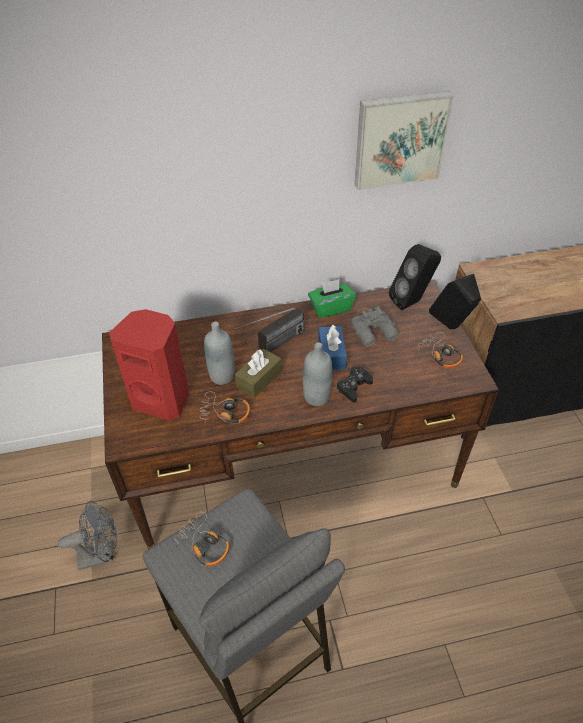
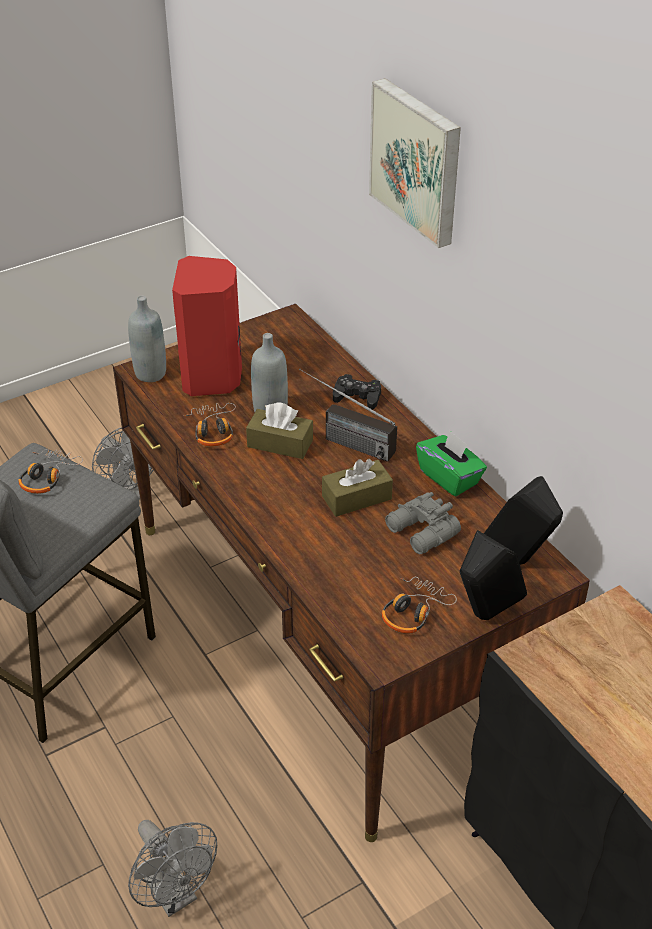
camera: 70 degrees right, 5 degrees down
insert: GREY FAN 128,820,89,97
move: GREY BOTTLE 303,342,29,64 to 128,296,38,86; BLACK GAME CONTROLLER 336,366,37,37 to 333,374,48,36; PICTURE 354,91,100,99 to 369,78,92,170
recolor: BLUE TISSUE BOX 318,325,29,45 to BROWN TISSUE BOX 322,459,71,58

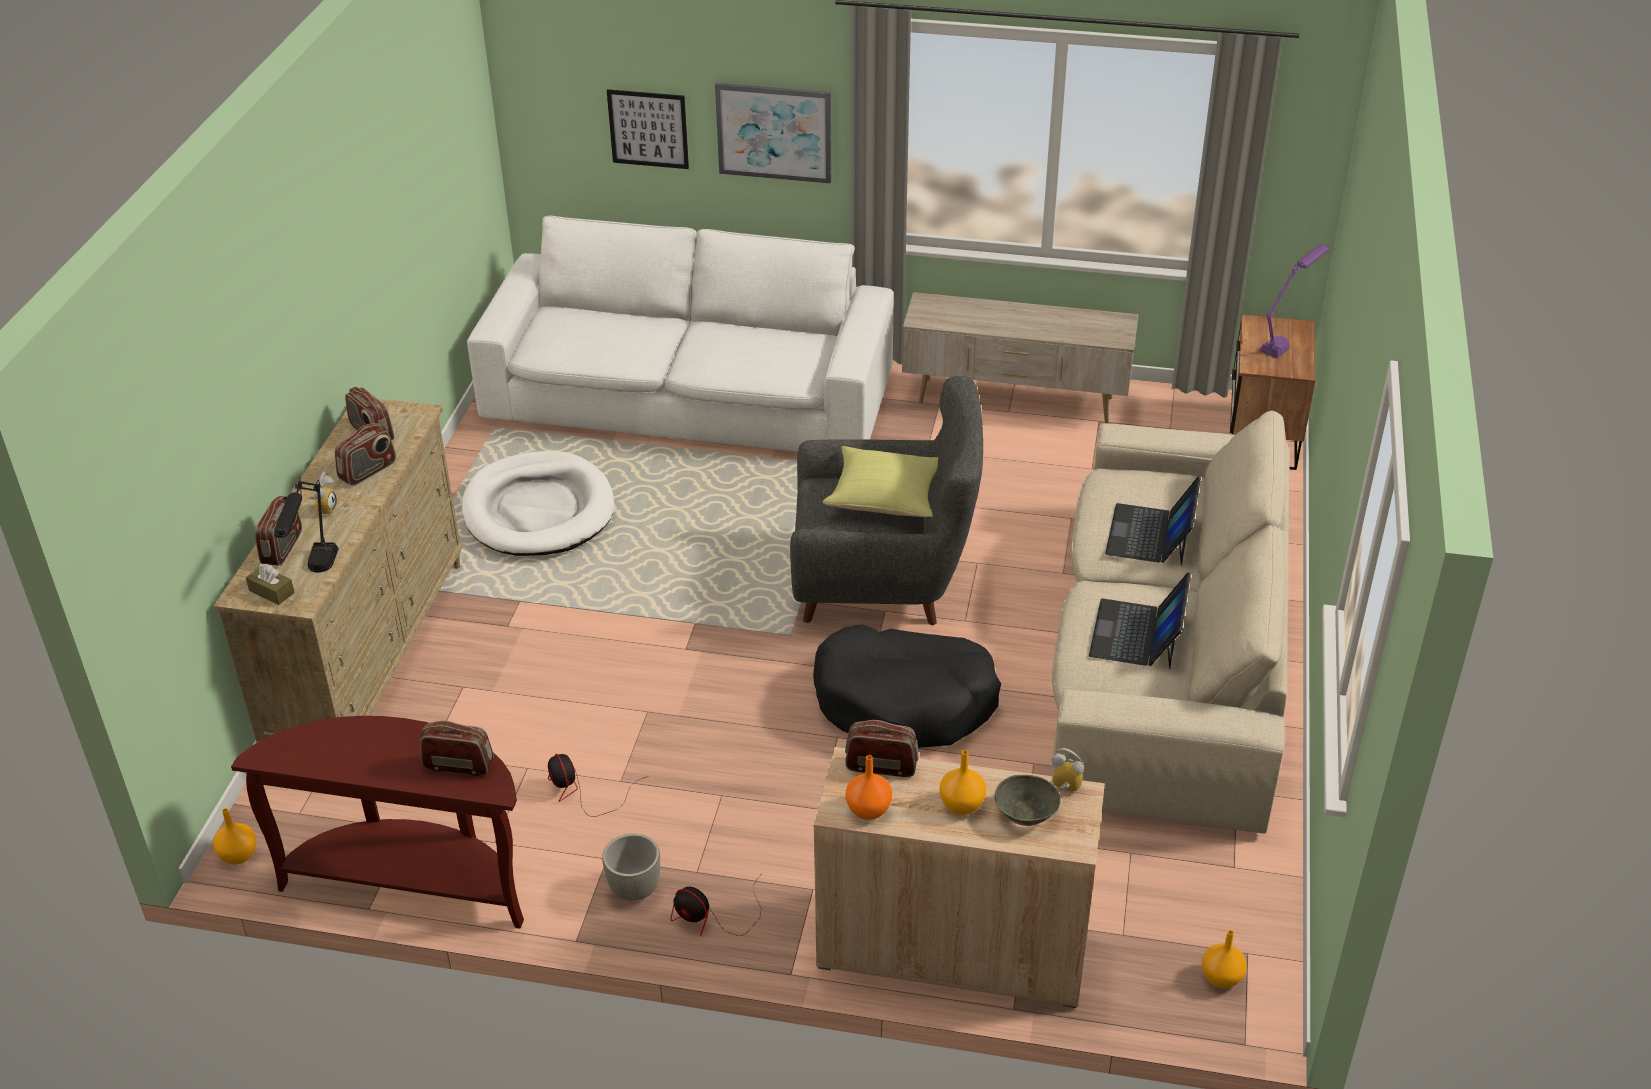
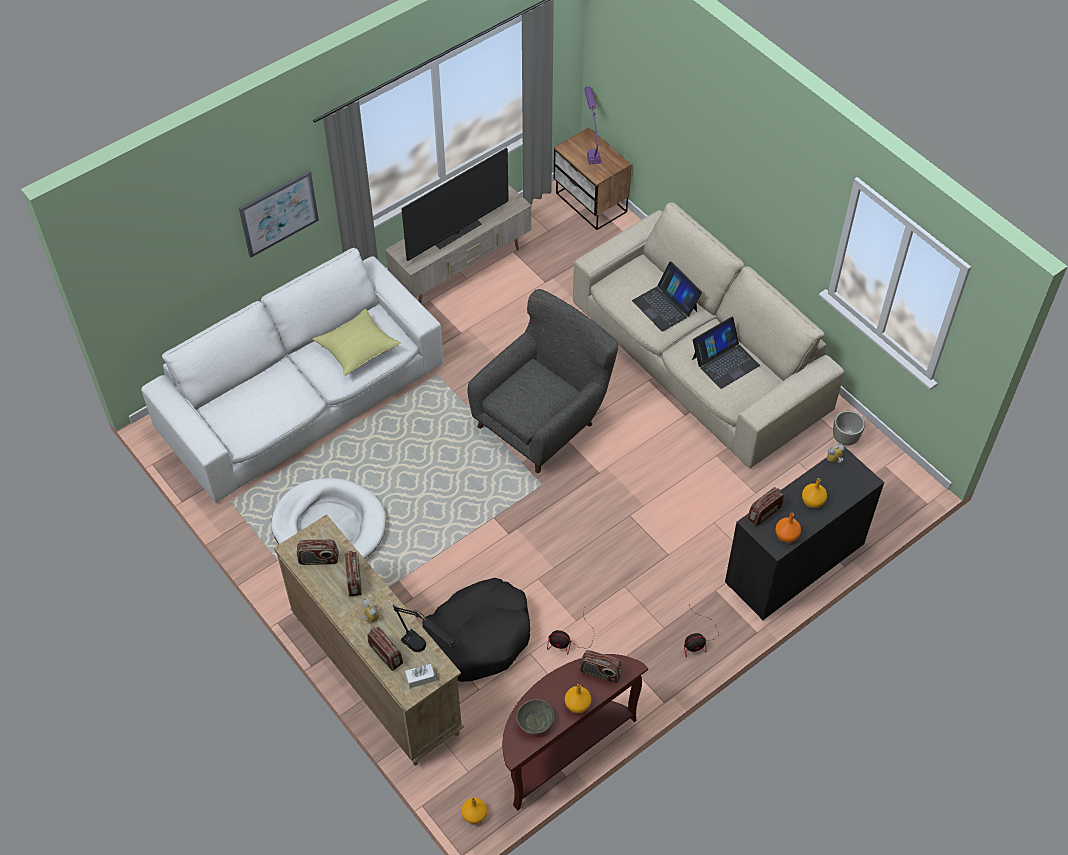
camera: 50 degrees left, 15 degrees up
delete: PICTURE 607,89,82,80
insert: TELEVISION 402,148,107,113
move: GREY PLANTER 602,833,58,68 to 833,411,32,35; BLACK DOG BED 813,624,188,124 to 423,578,107,104; YELLOW PILLOW 823,446,115,71 to 312,309,89,67; GREY BOWL 995,775,66,51 to 517,699,37,35; ORANGE VASE 1202,930,45,58 to 565,684,27,29
recolor: BROWN TISSUE BOX 246,563,49,42 to WHITE TISSUE BOX 405,664,30,24; BEIGE CABINET 814,747,291,261 to BLACK CABINET 725,446,160,174
rotate: RADIO 420,720,74,56 = 580,650,42,33 120 degrees counterclockwise; LAPTOP 1089,572,102,97 = 692,317,68,72 90 degrees counterclockwise

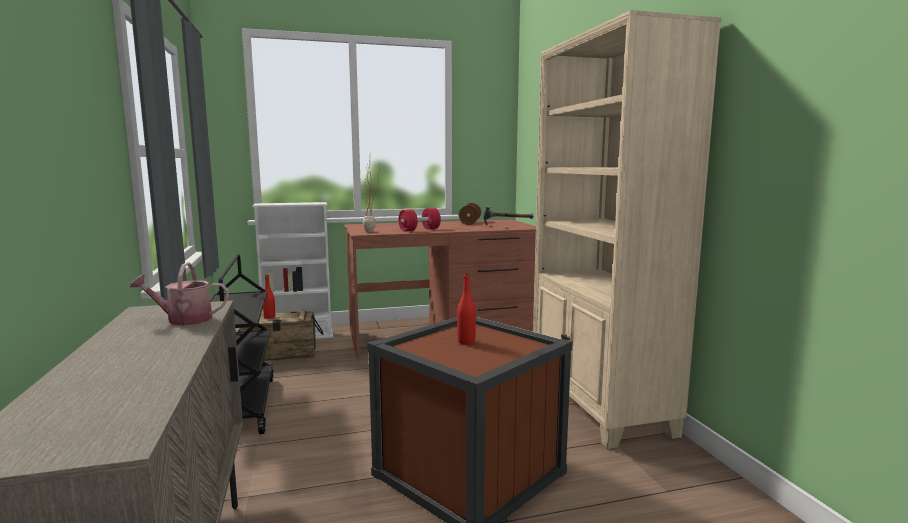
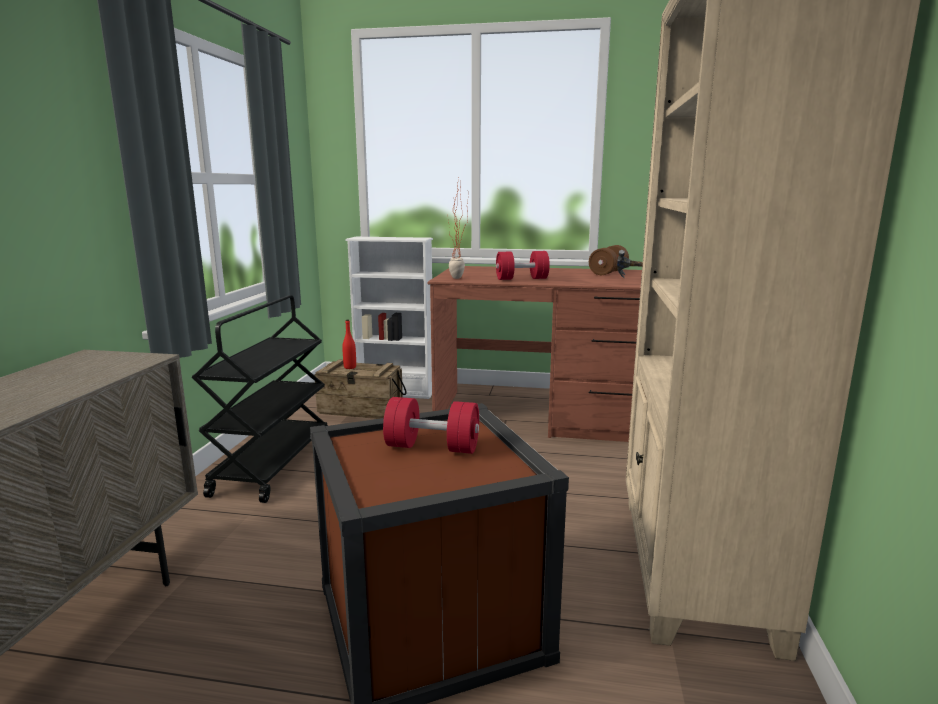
camera: 25 degrees right, 5 degrees up
delete: WATERING CAN 129,262,100,63
replace: RED BOTTLE 457,273,19,72 to RED DUMBBELL 383,397,96,57

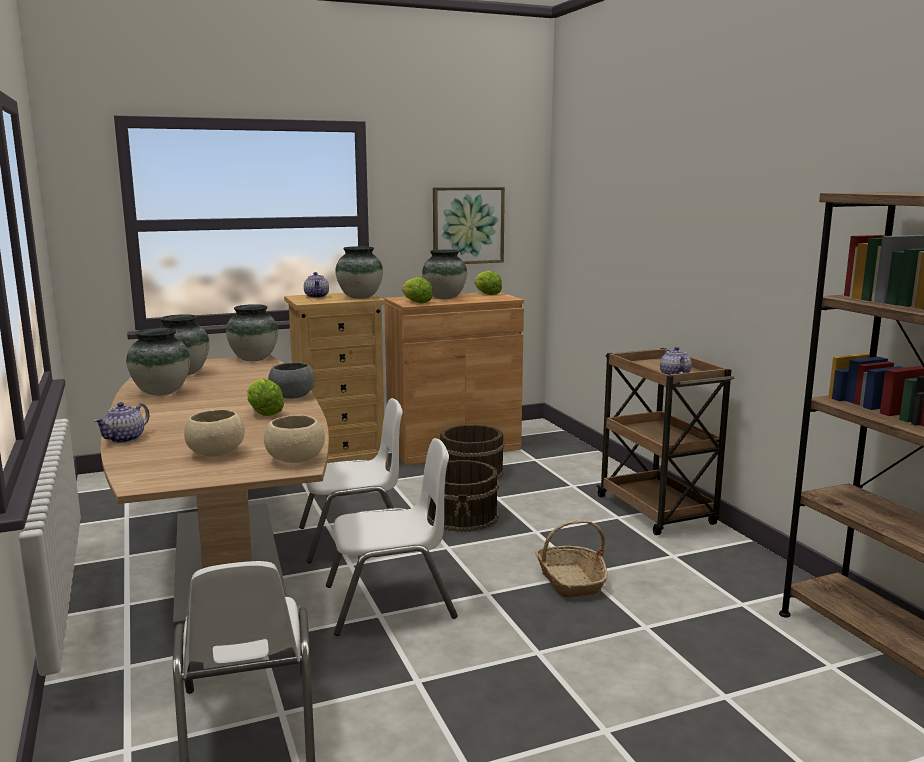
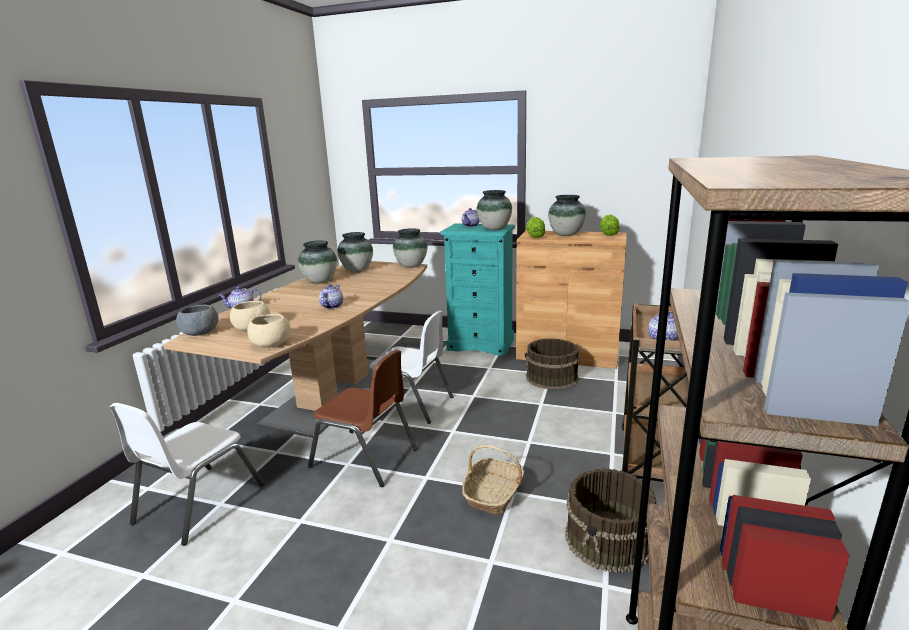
camera: 40 degrees right, 5 degrees up
delete: PICTURE 433,187,72,77
move: GREY BOWL 268,362,47,37 to 176,305,43,31; BROWN BUCKET 427,460,72,72 to 565,468,92,105
replace: LETTUCE 247,379,37,37 to TEAPOT 319,284,24,25
recolor: BEIGE DRESSER 284,293,104,172 to TURQUOISE DRESSER 441,223,74,133; WHITE CHAIR 326,438,132,198 to BROWN CHAIR 308,350,110,137

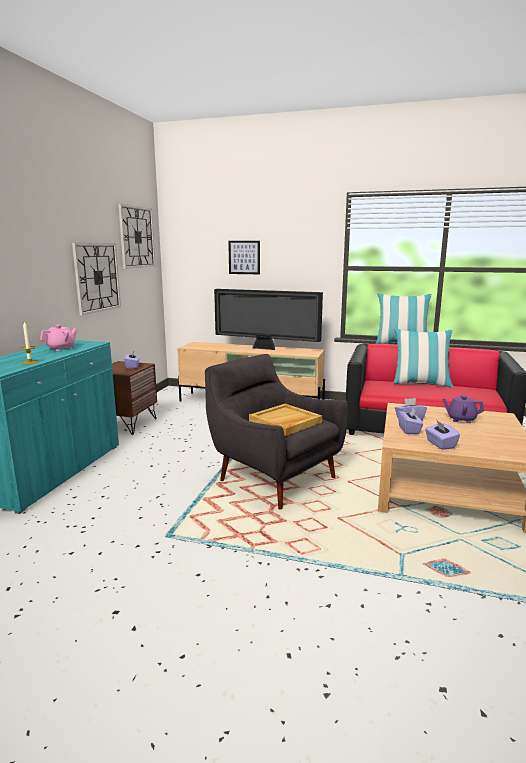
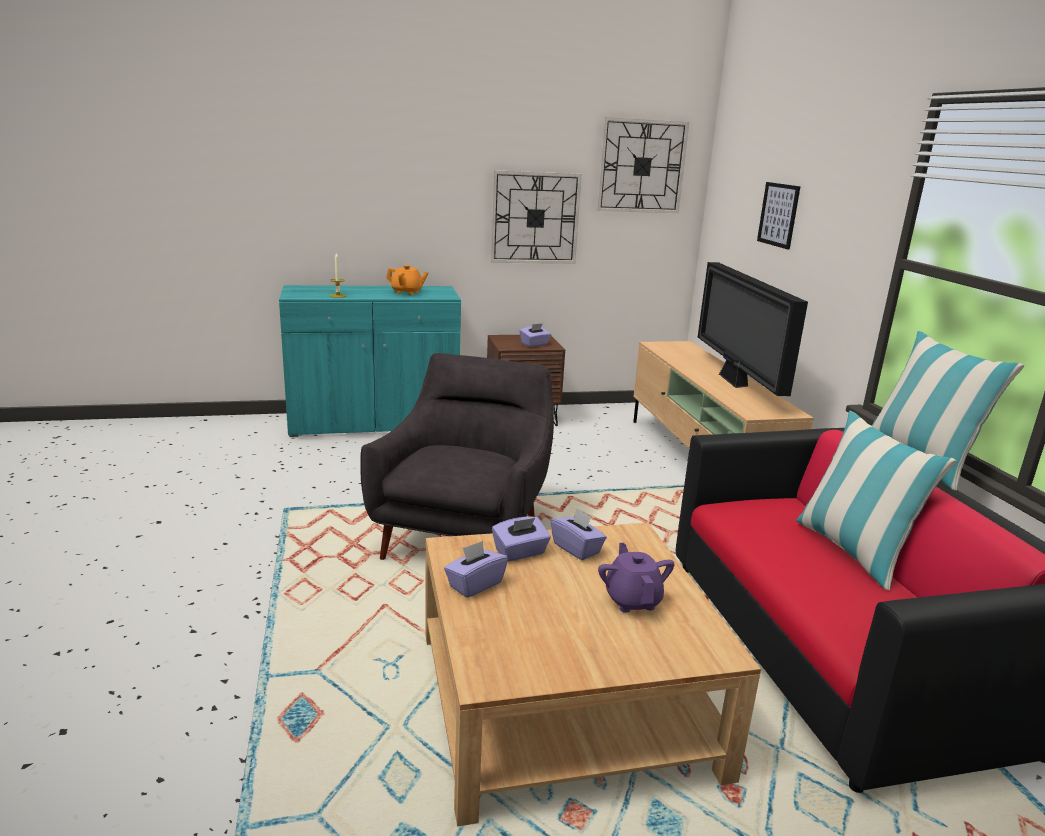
camera: 60 degrees right, 5 degrees up
delete: BEIGE TRAY 249,404,73,32
recolor: PINK TEAPOT 40,325,38,26 to ORANGE TEAPOT 386,265,43,30

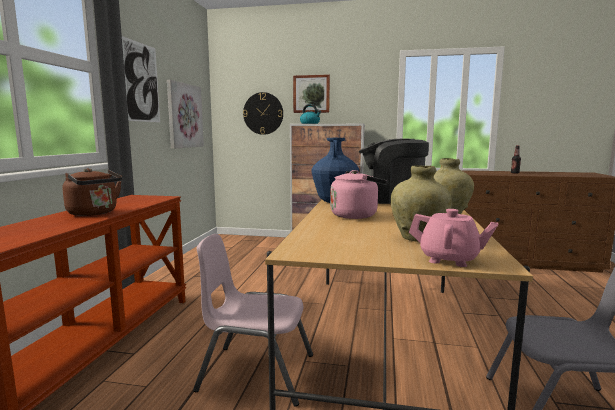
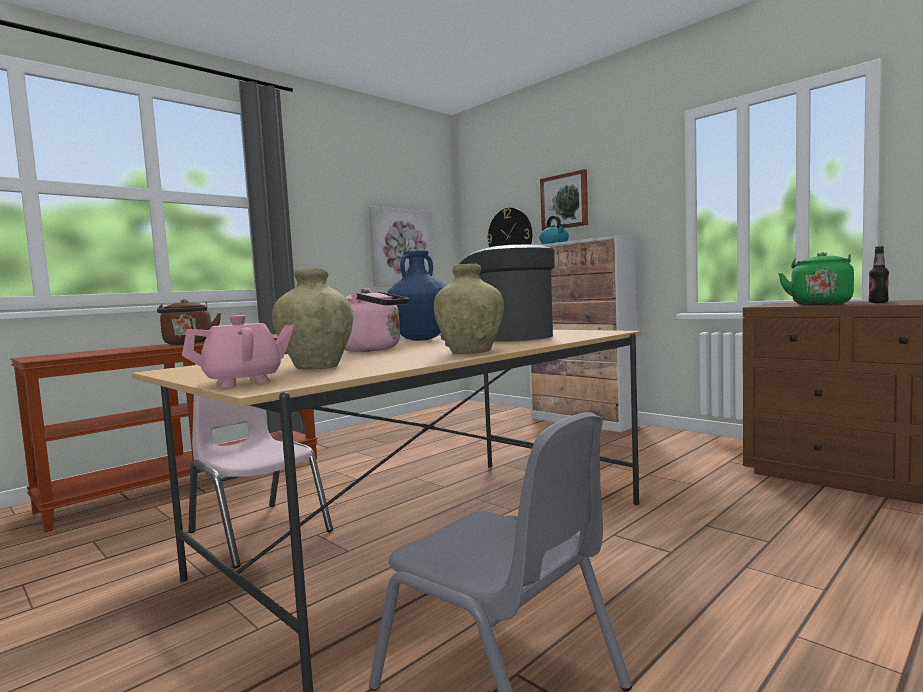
camera: 35 degrees right, 5 degrees down
delete: PICTURE 122,36,38,86
insert: GREEN KETTLE 778,252,76,53
rotate: PINK TEAPOT 409,209,89,58 = 182,315,112,73 90 degrees counterclockwise

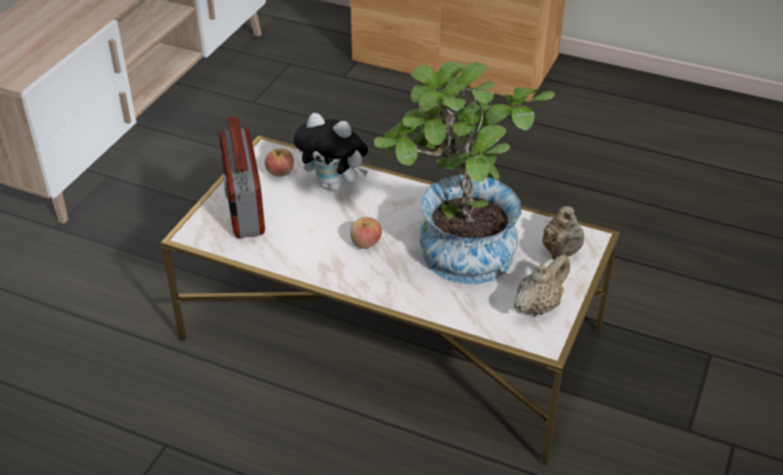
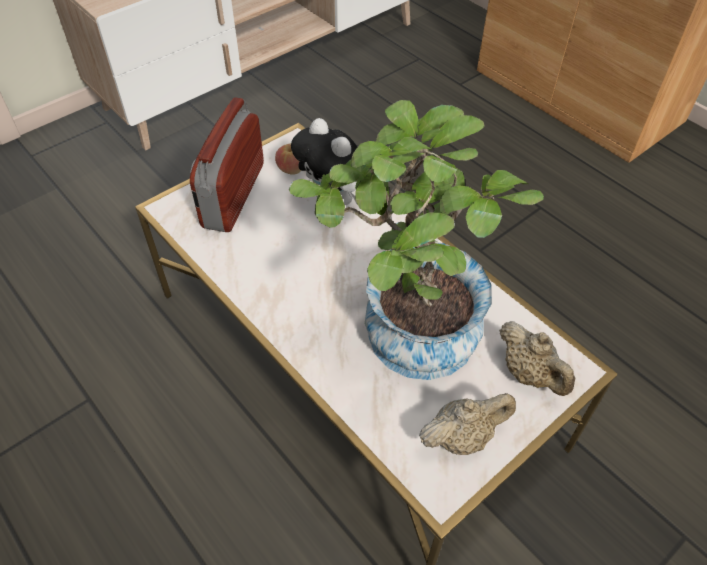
camera: 25 degrees right, 10 degrees up
delete: APPLE 350,217,32,32
rotate: BEIGE TEAPOT 542,206,42,54 = 499,321,77,75 75 degrees counterclockwise

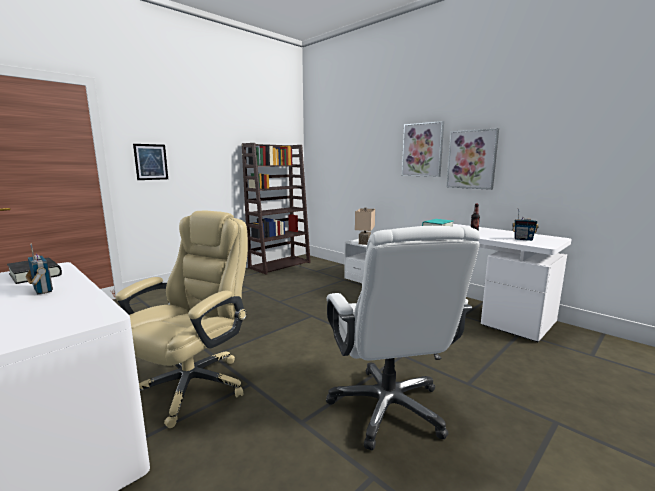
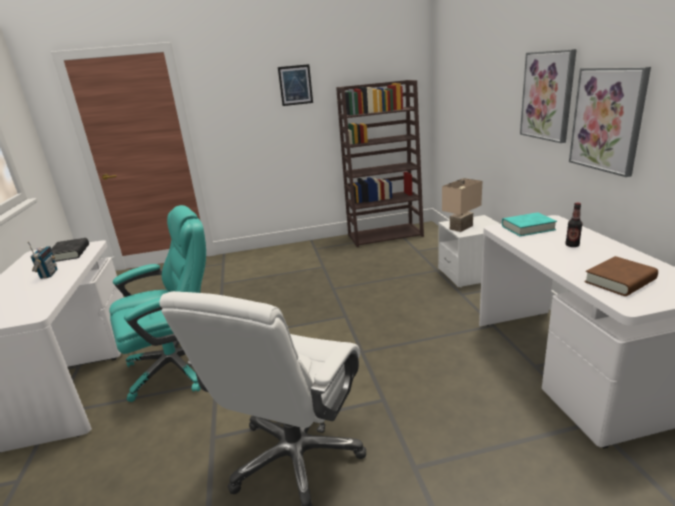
camera: 35 degrees right, 10 degrees up
move: PICTURE 133,144,35,36 to 278,64,35,42
replace: RADIO 512,208,27,33 to BROWN BOOK 584,256,74,40
recolor: BEIGE OFFICE CHAIR 116,211,132,217 to TURQUOISE OFFICE CHAIR 109,205,97,197

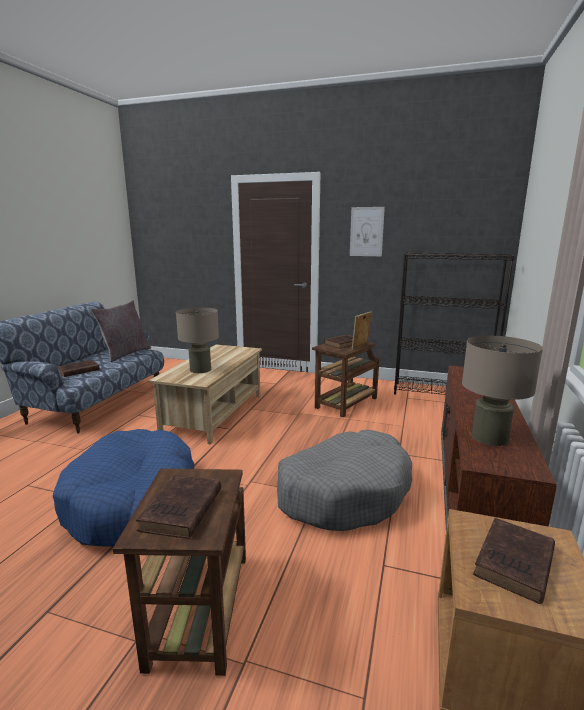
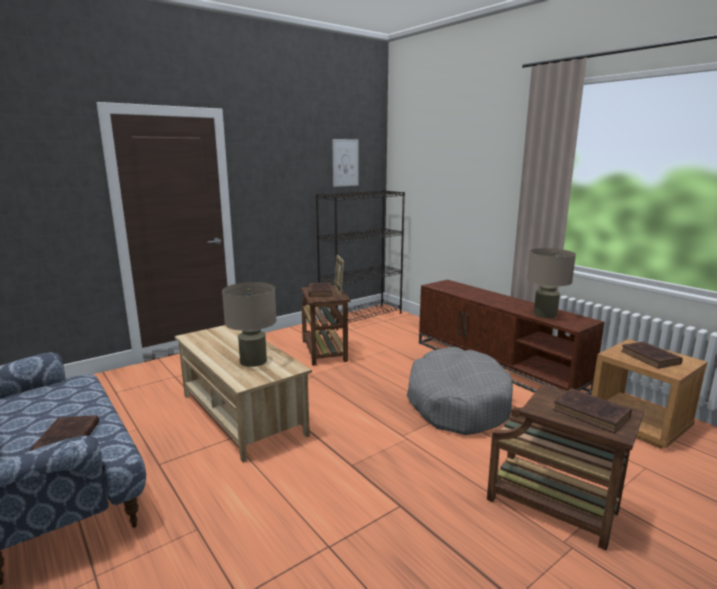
camera: 55 degrees left, 0 degrees up
delete: BLUE DOG BED 53,429,141,117; GREY PILLOW 90,300,61,62
move: PICTURE 350,207,35,49 to 332,139,26,48

